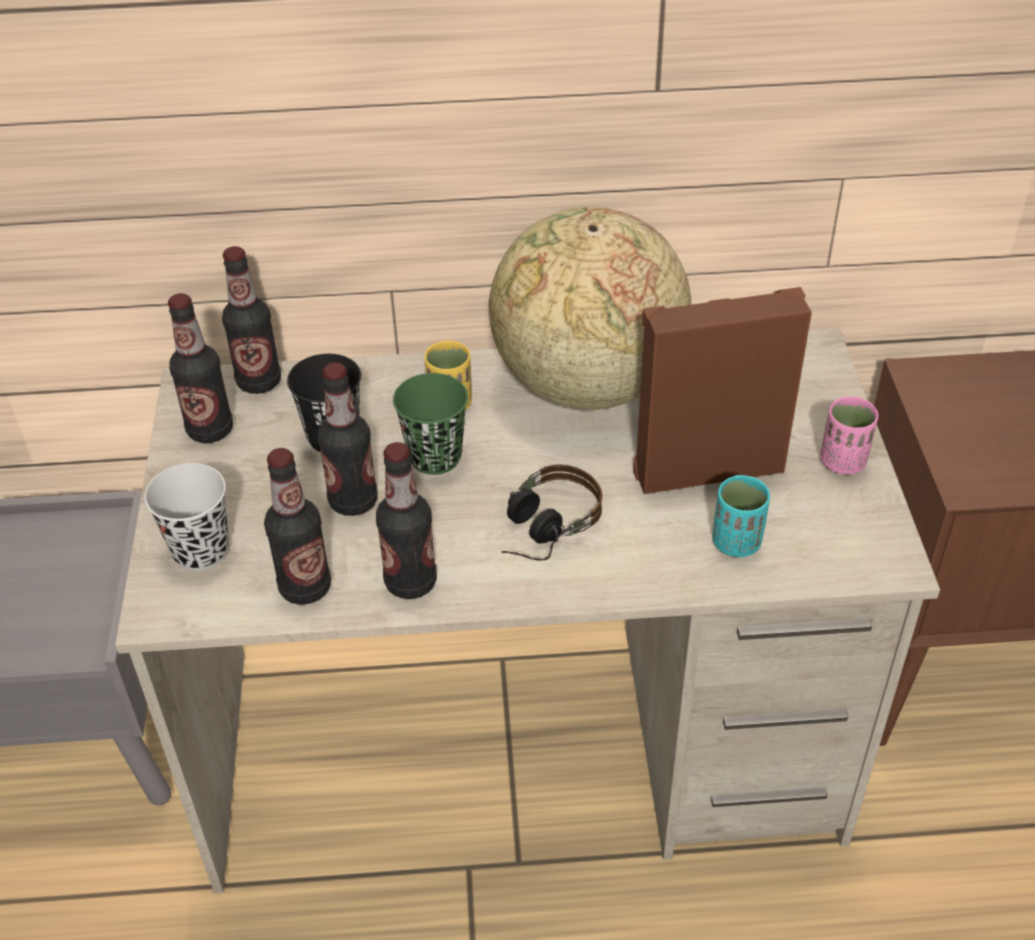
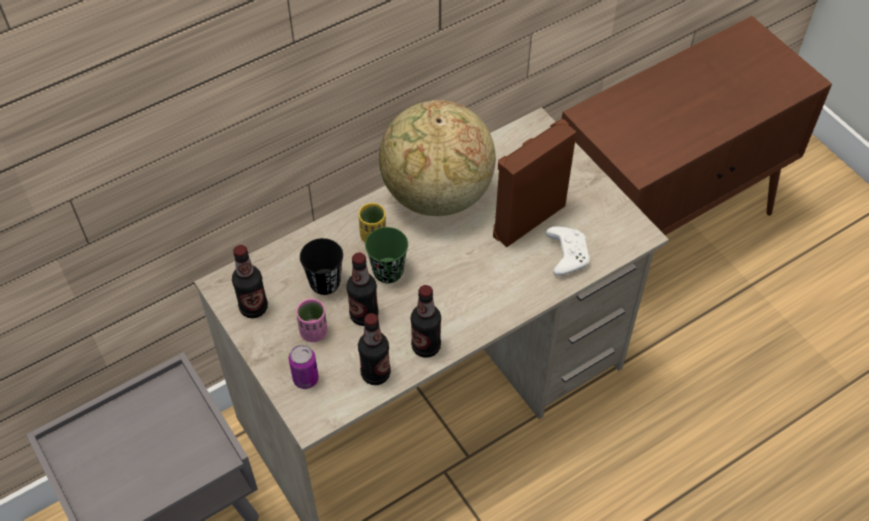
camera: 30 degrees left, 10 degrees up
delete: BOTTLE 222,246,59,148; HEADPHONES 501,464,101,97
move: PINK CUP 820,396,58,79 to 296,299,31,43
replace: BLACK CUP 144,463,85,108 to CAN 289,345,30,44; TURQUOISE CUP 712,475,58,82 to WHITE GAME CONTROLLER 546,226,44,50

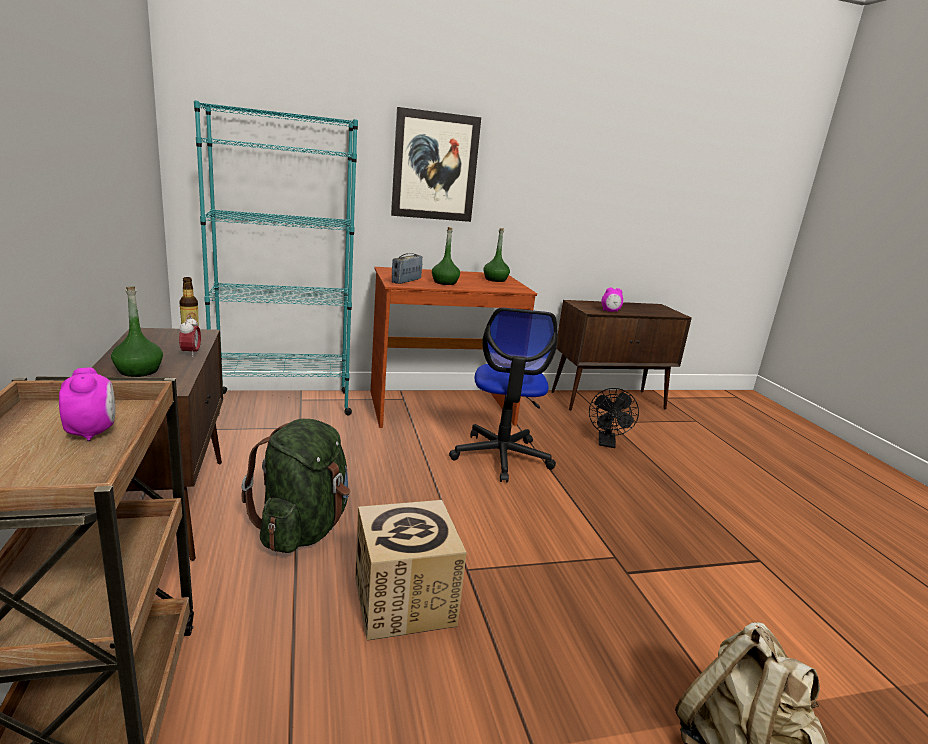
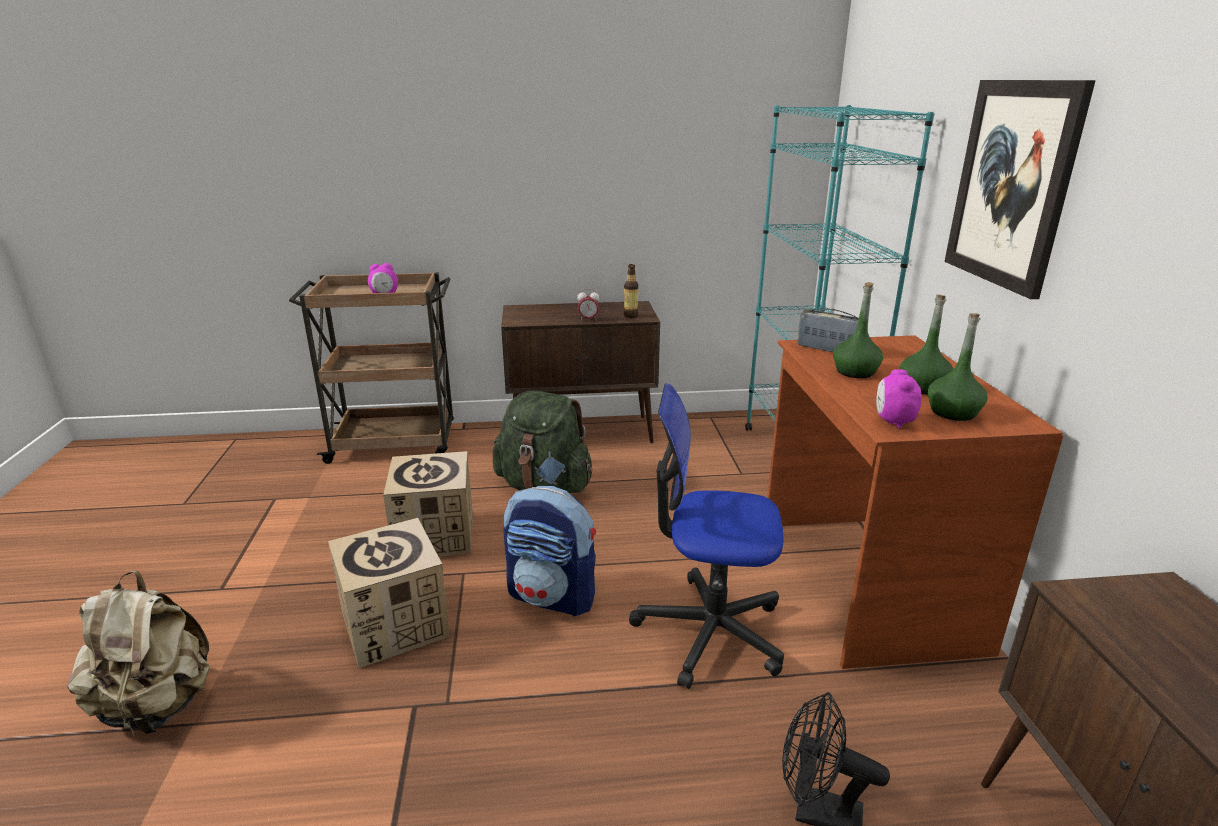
camera: 100 degrees right, 5 degrees up
insert: CARDBOARD BOX 328,518,121,150; BACKPACK 503,486,93,131
move: GREEN BOTTLE 111,287,52,90 to 900,294,53,101; ALARM CLOCK 601,288,22,24 to 876,369,46,60

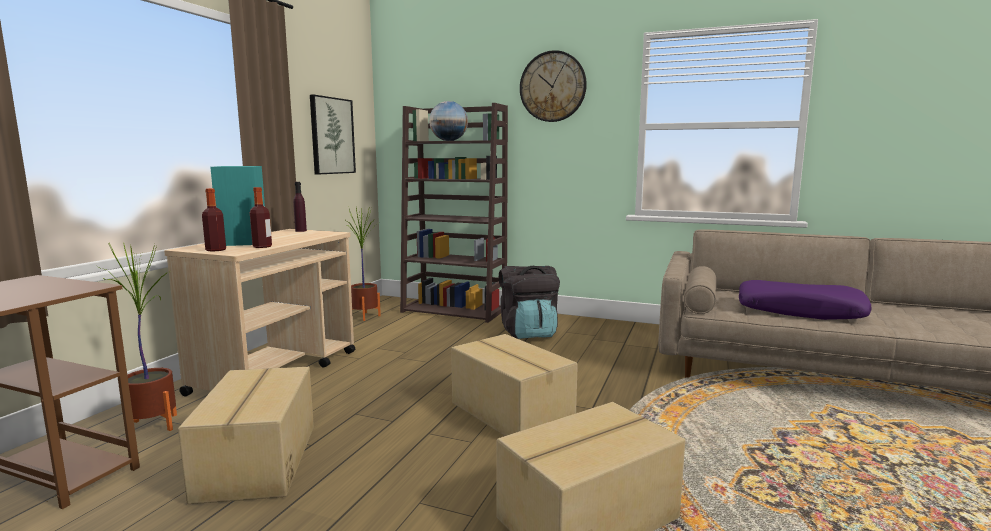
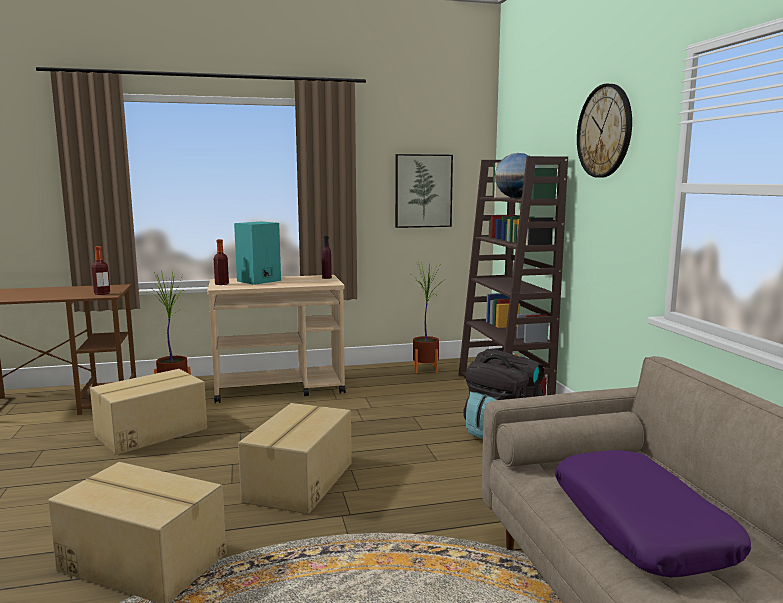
camera: 55 degrees right, 0 degrees up
move: BOTTLE 250,187,22,61 to 92,246,18,49

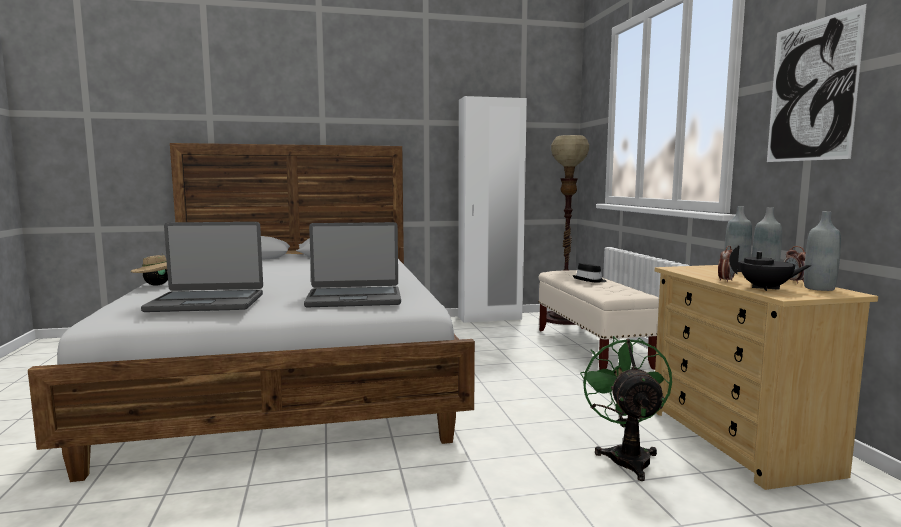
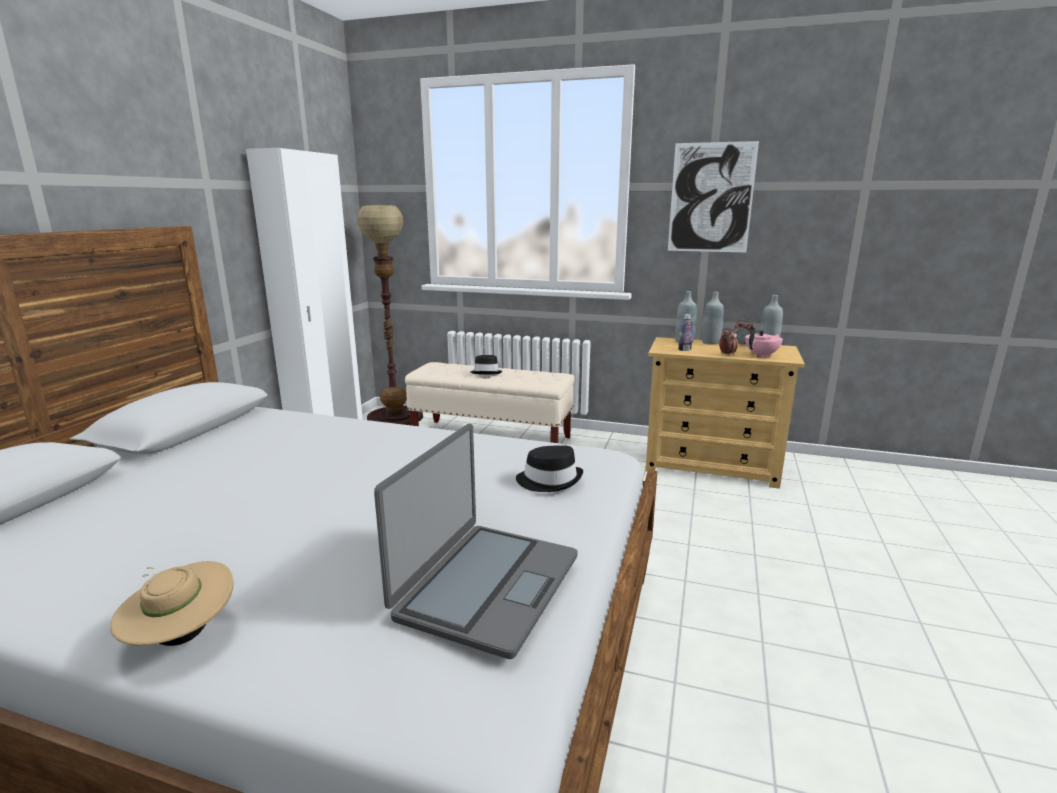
camera: 60 degrees left, 10 degrees up
delete: GREEN FAN 580,336,92,145
insert: BOTTLE 678,314,15,37
replace: LAPTOP 304,222,97,85 to BLACK HAT 516,445,67,47
recolor: BLACK TEAPOT 729,245,82,46 to PINK TEAPOT 745,328,38,30

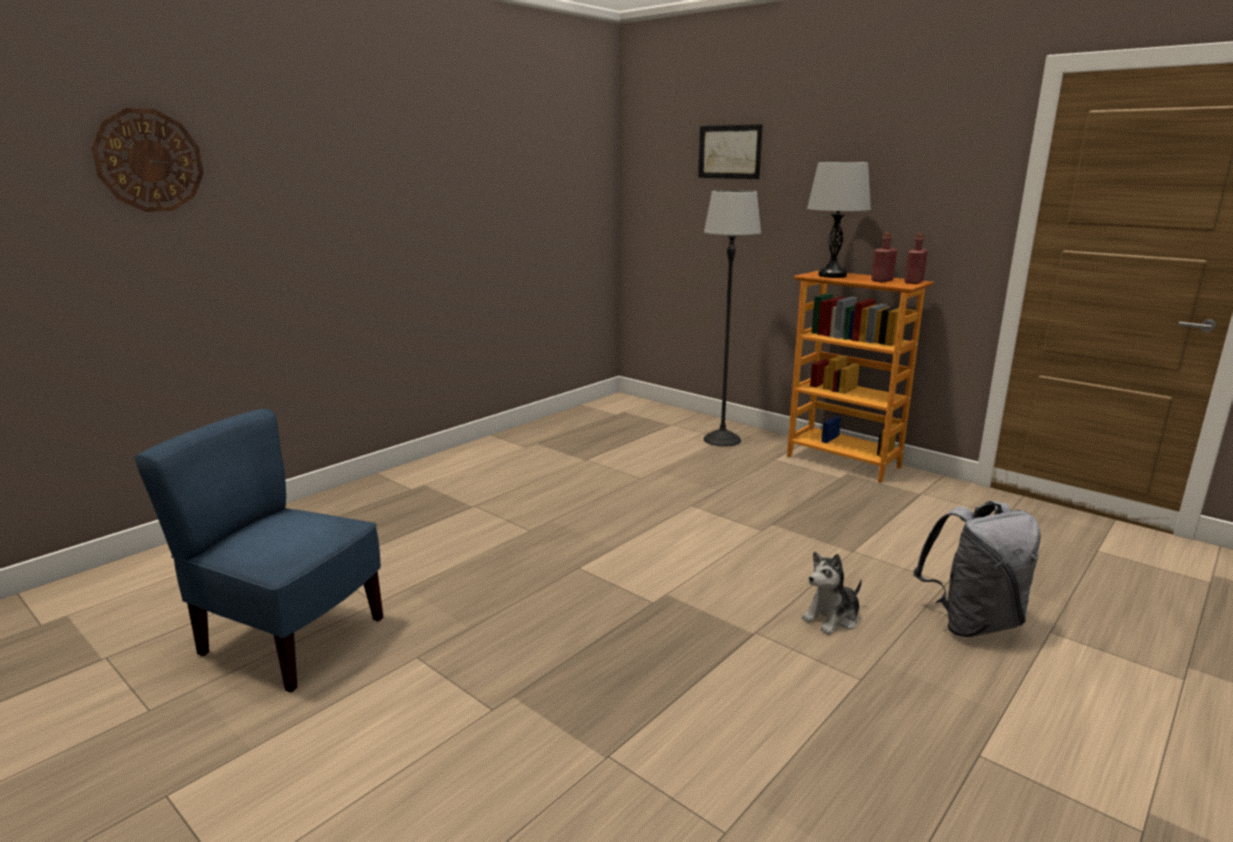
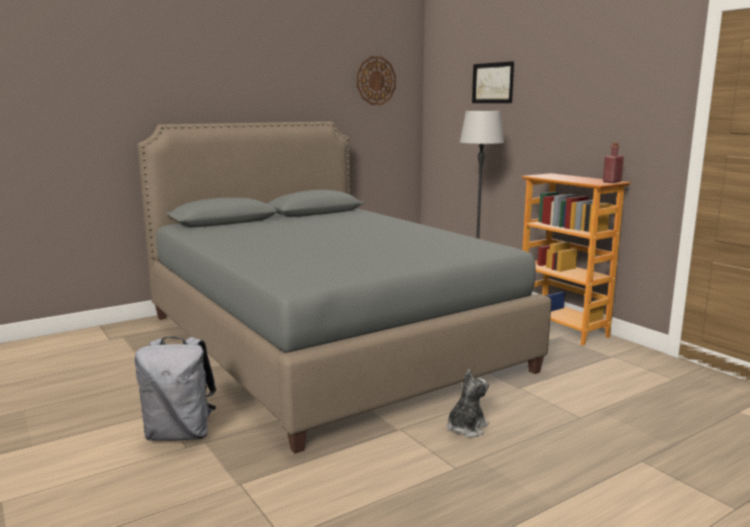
camera: 15 degrees right, 5 degrees down
delete: BLUE CHAIR 134,409,249,284; GREY TABLE LAMP 807,162,64,116; RED BOTTLE 871,232,26,51
insert: GREY BED 137,122,414,332
move: WALL CLOCK 92,108,112,104 to 357,56,39,49; GREY BACKPACK 913,500,128,137 to 135,337,81,104
rotate: PLUSH TOY 801,551,61,84 = 447,370,42,67 150 degrees clockwise

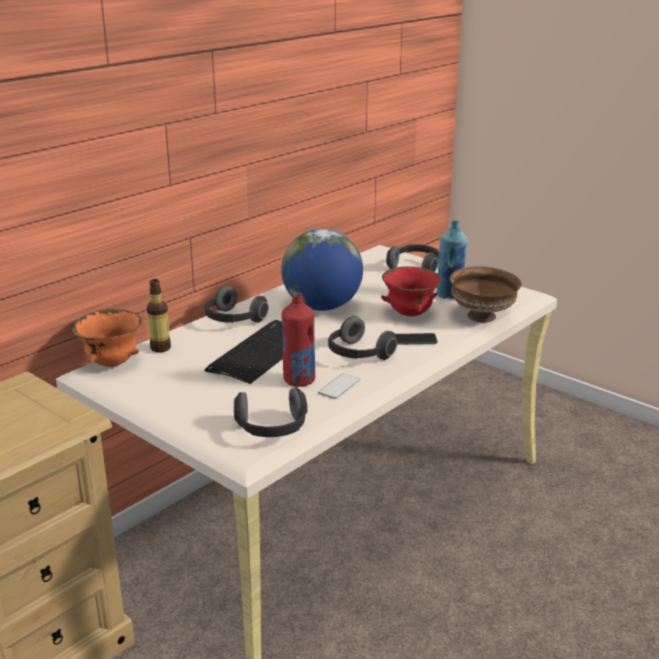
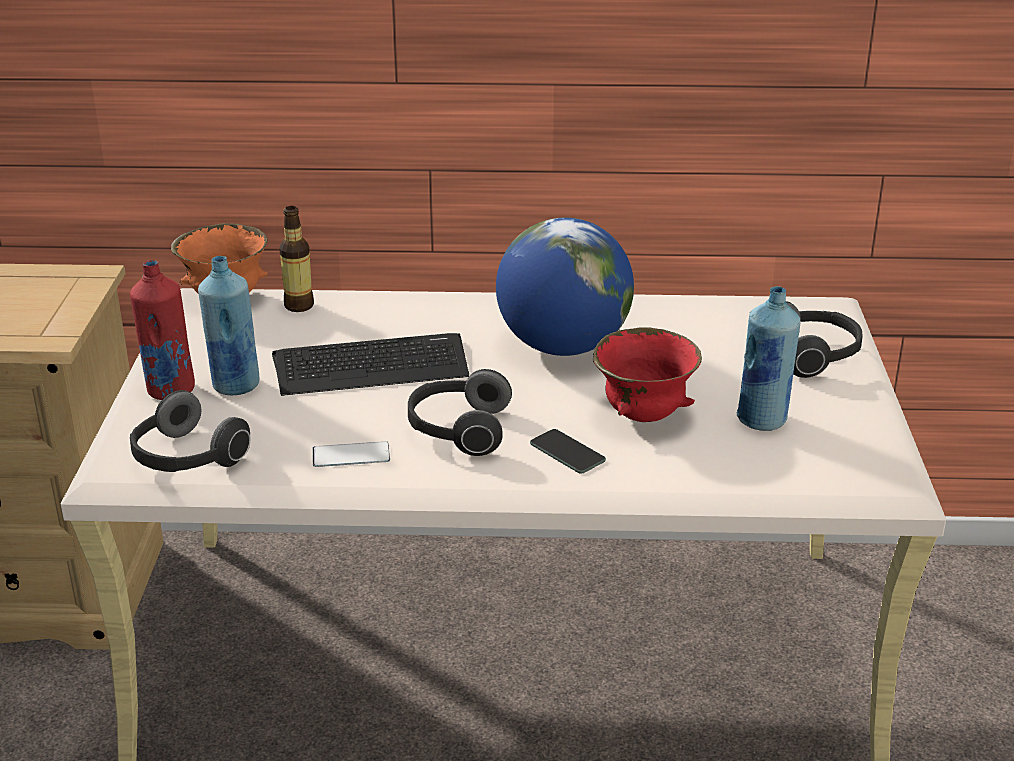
camera: 50 degrees right, 5 degrees up
delete: HEADPHONES 205,285,64,38; BROWN BOWL 450,266,72,56
insert: BLUE BOTTLE 198,256,62,139
move: RED BOTTLE 281,292,34,95 to 130,260,65,140

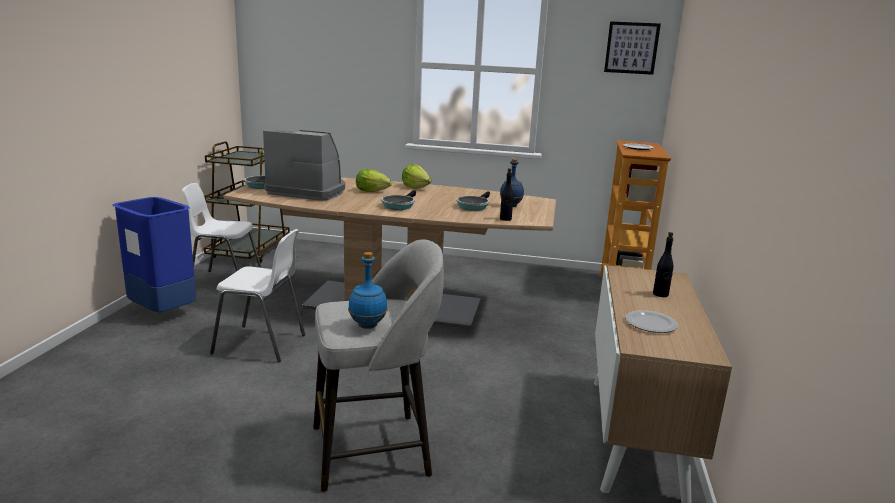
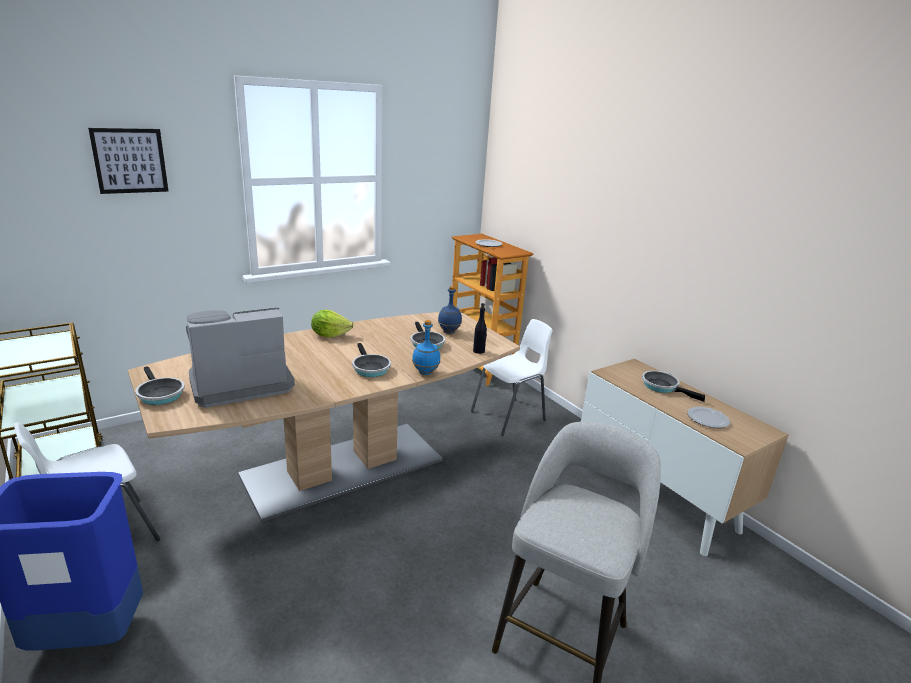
camera: 45 degrees left, 5 degrees up
delete: LETTUCE 356,169,36,23
move: WHITE CHAIR 210,229,95,134 to 471,319,81,117; BLUE BOTTLE 348,252,39,77 to 412,320,28,55; PICTURE 604,21,57,54 to 88,128,81,66
replace: BLACK BOTTLE 653,232,20,65 to FRYING PAN 642,371,63,31

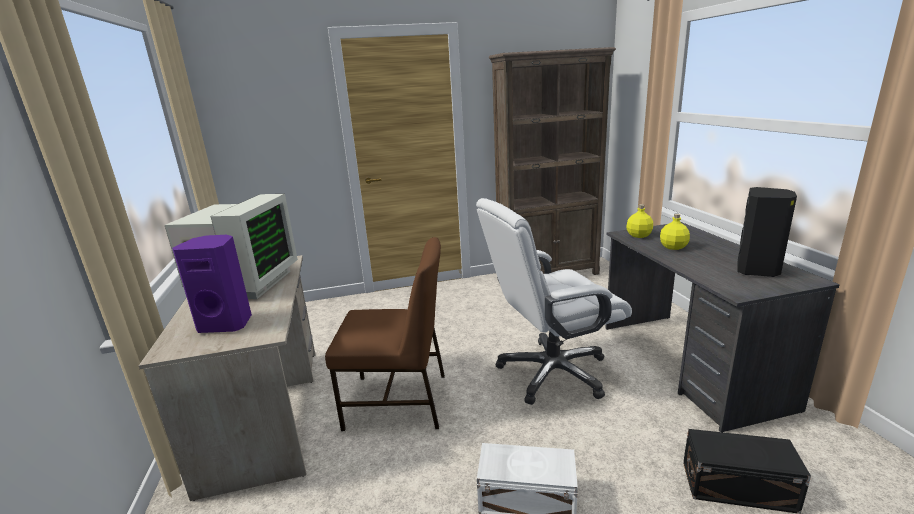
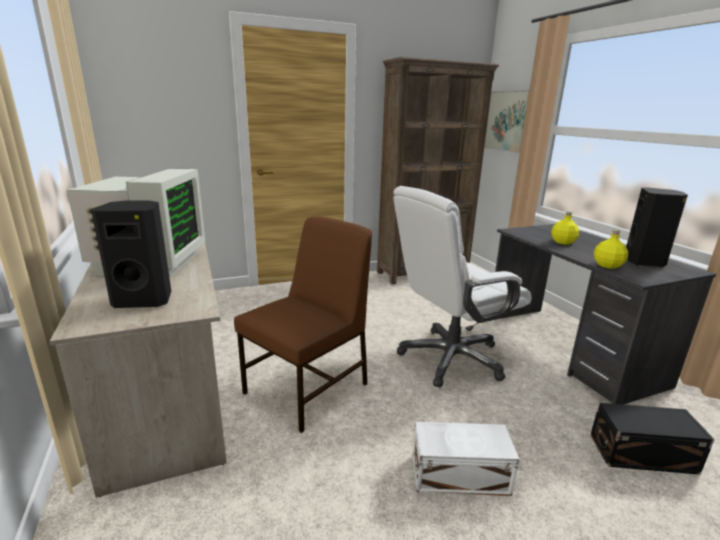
camera: 10 degrees left, 0 degrees up
insert: PICTURE 484,90,45,63
move: YELLOW BOTTLE 626,204,27,34 to 594,230,34,39
recolor: PURPLE SPEAKER 172,235,80,98 to BLACK SPEAKER 91,201,80,107
rotate: BROWN CHAIR 325,237,120,194 = 234,216,138,217 45 degrees counterclockwise

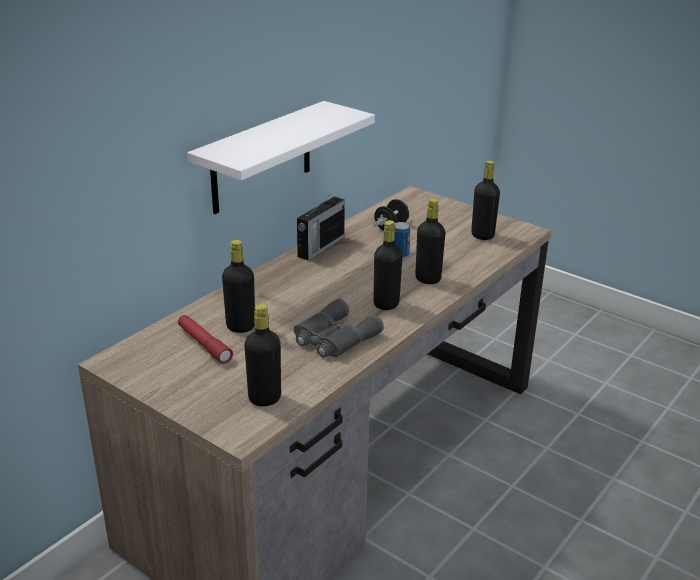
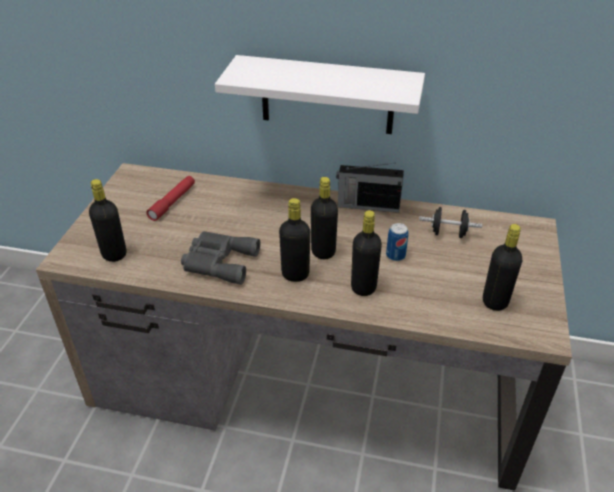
camera: 65 degrees right, 10 degrees up
move: BLACK BOTTLE 222,240,33,93 to 311,177,27,82

